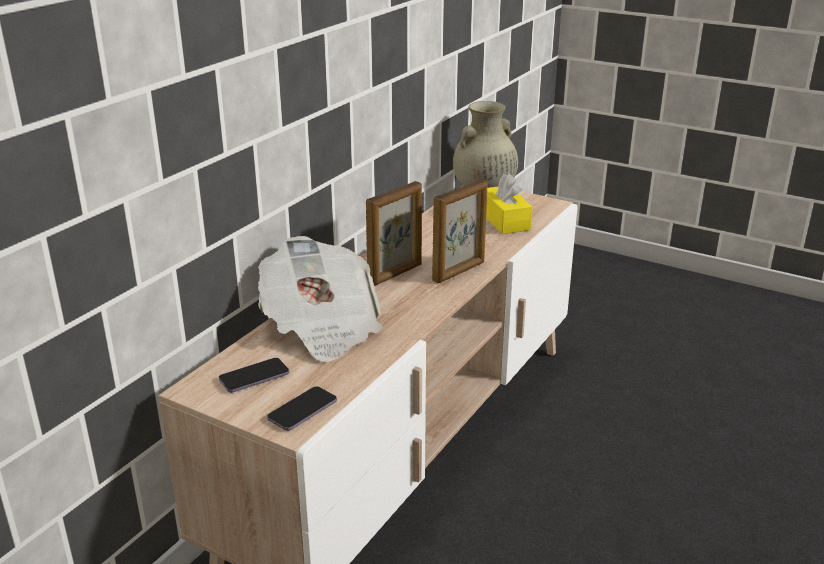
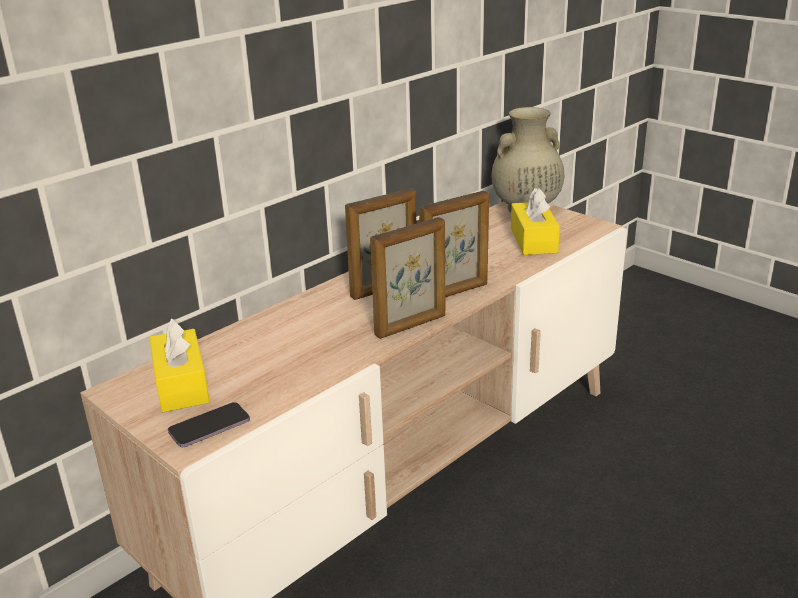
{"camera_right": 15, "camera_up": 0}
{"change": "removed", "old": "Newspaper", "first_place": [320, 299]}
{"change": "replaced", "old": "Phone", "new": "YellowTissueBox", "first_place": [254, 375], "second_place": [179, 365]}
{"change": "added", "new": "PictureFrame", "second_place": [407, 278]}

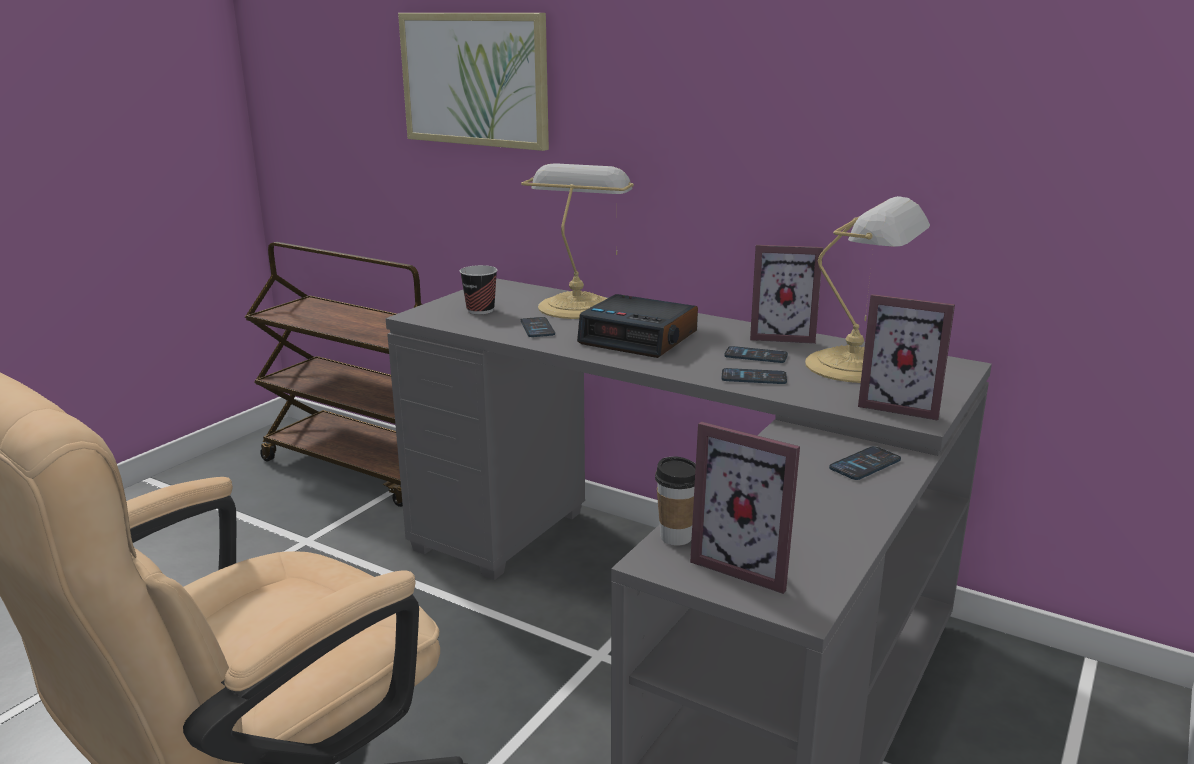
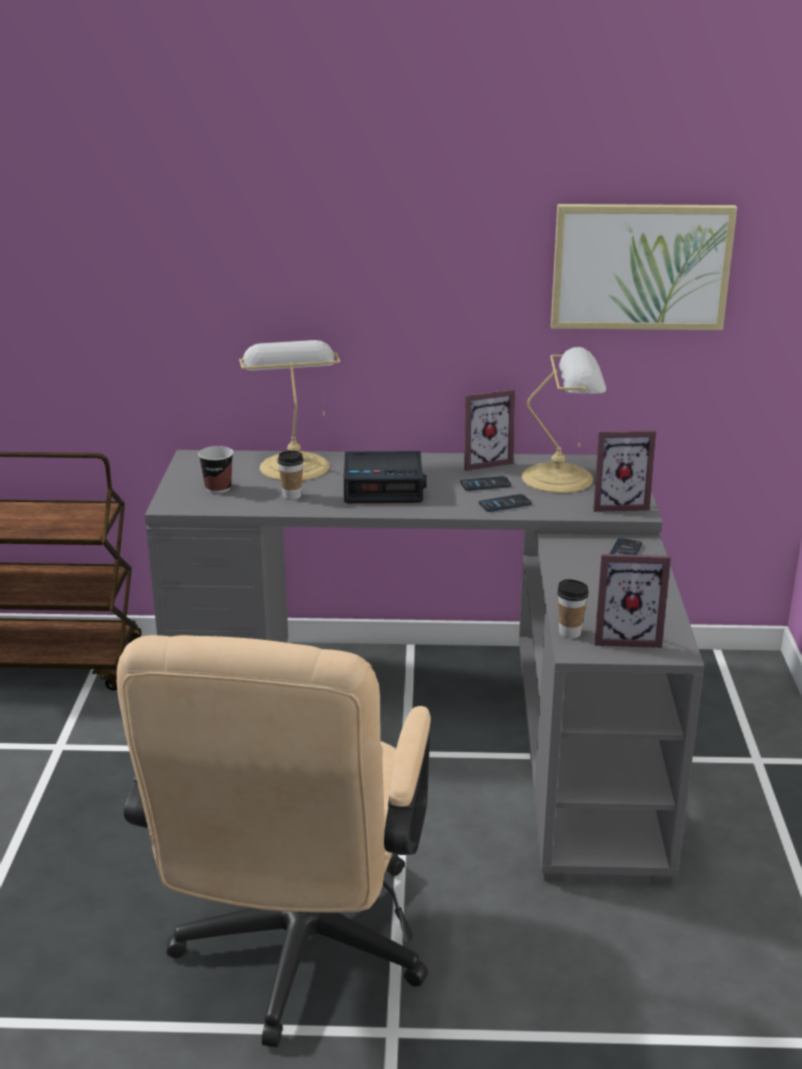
{"camera_right": -30, "camera_up": 5}
{"change": "moved", "old": "Picture", "first_place": [473, 82], "second_place": [644, 267]}
{"change": "replaced", "old": "Phone", "new": "Cup", "first_place": [538, 327], "second_place": [291, 475]}

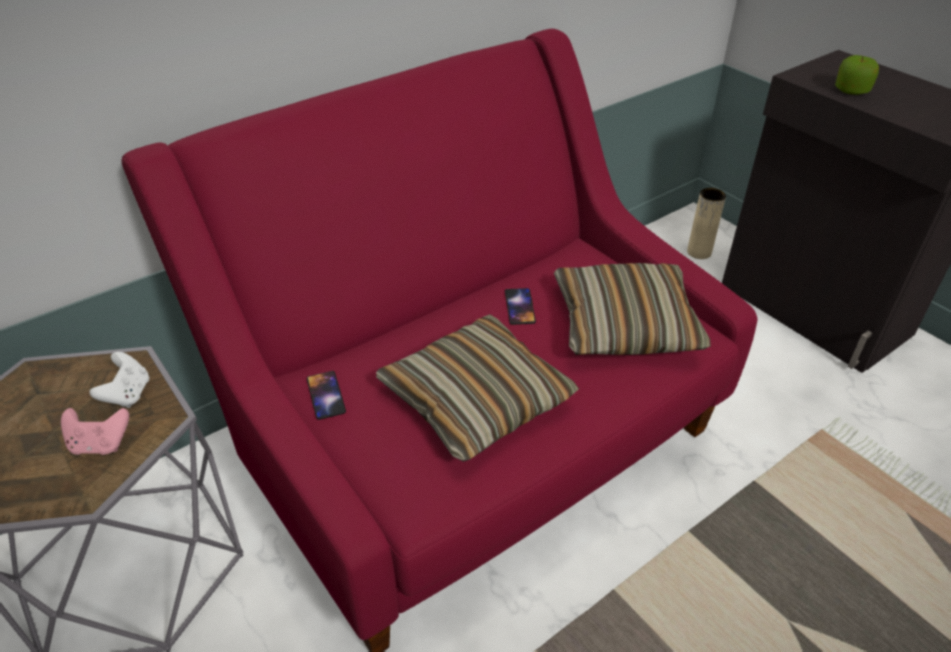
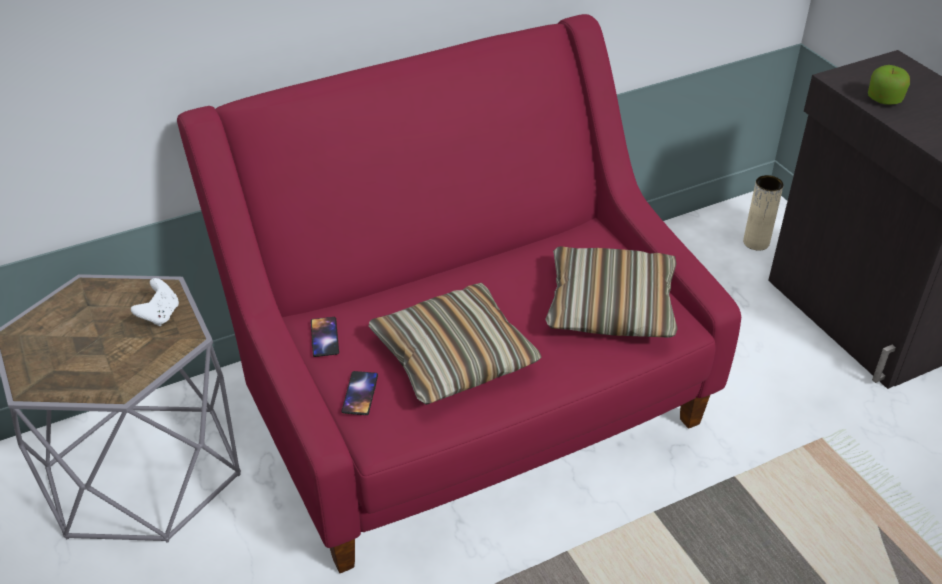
{"camera_right": 10, "camera_up": 0}
{"change": "moved", "old": "Phone", "first_place": [520, 306], "second_place": [359, 393]}
{"change": "removed", "old": "PinkGameController", "first_place": [95, 431]}

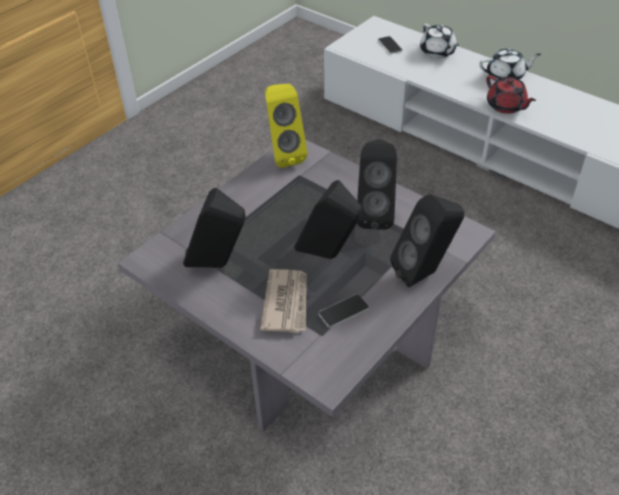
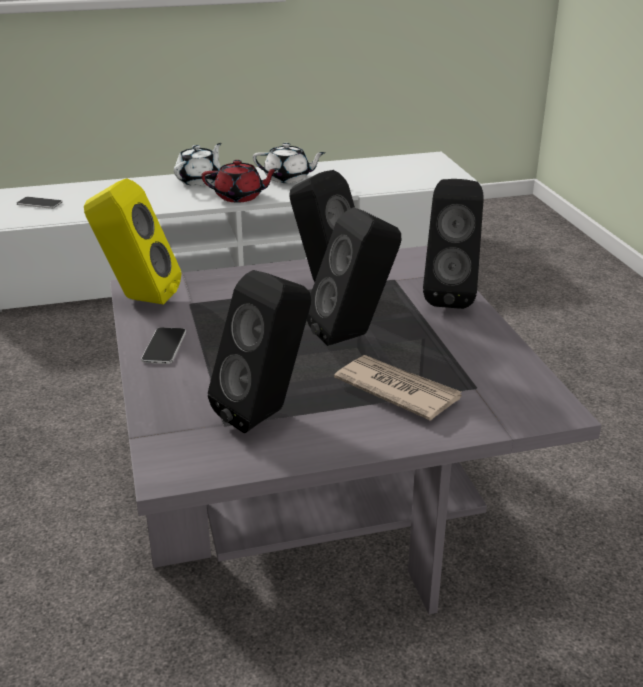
{"camera_right": -55, "camera_up": -15}
{"change": "moved", "old": "WhiteTeapot", "first_place": [439, 41], "second_place": [289, 163]}
{"change": "moved", "old": "Phone", "first_place": [344, 311], "second_place": [163, 345]}

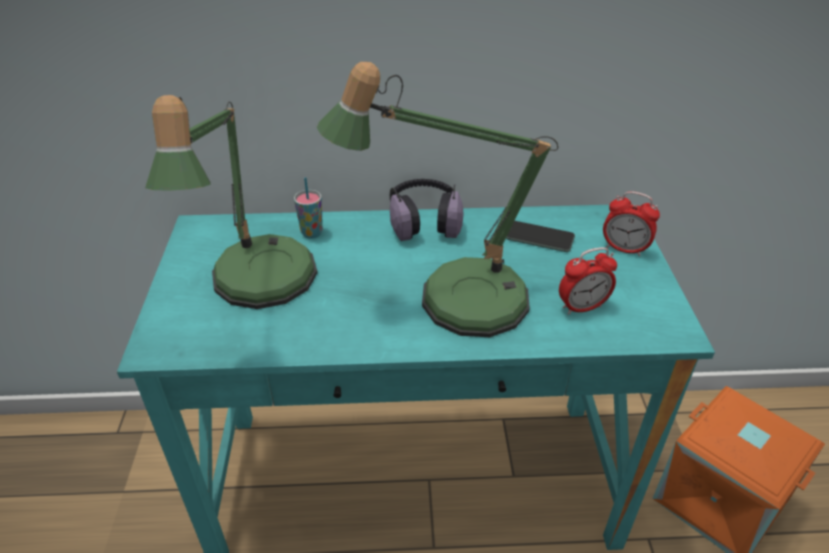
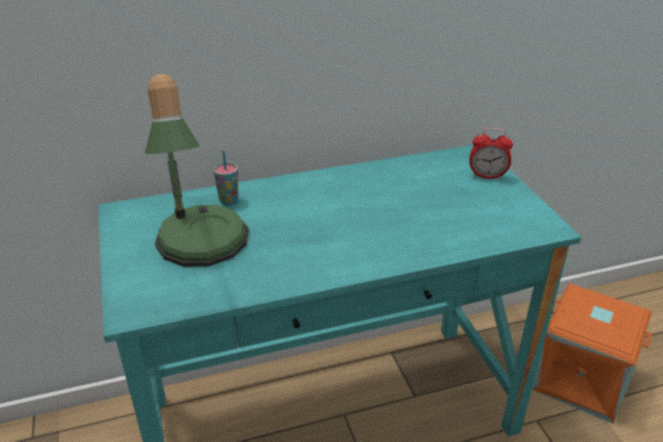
{"camera_right": -15, "camera_up": -5}
{"change": "removed", "old": "TableLamp", "first_place": [437, 199]}
{"change": "removed", "old": "Headphones", "first_place": [426, 210]}
{"change": "removed", "old": "Phone", "first_place": [540, 236]}
{"change": "removed", "old": "AlarmClock", "first_place": [588, 281]}

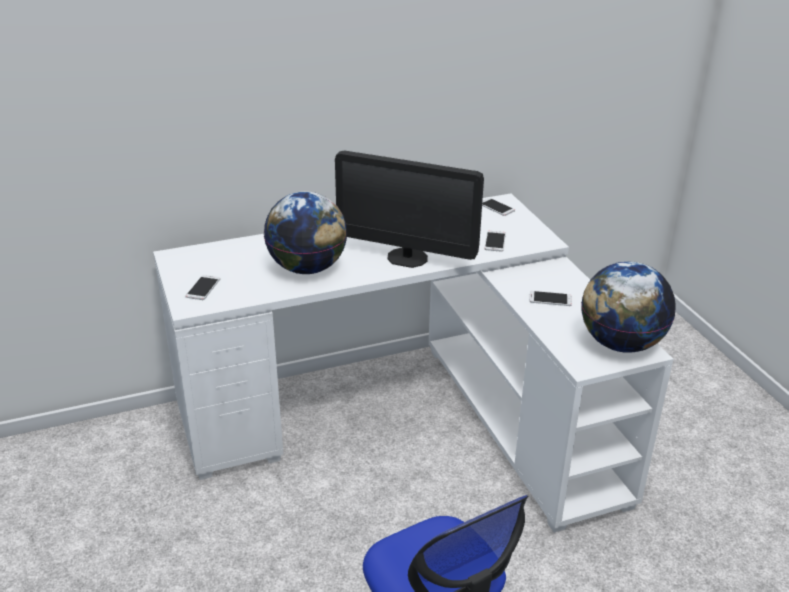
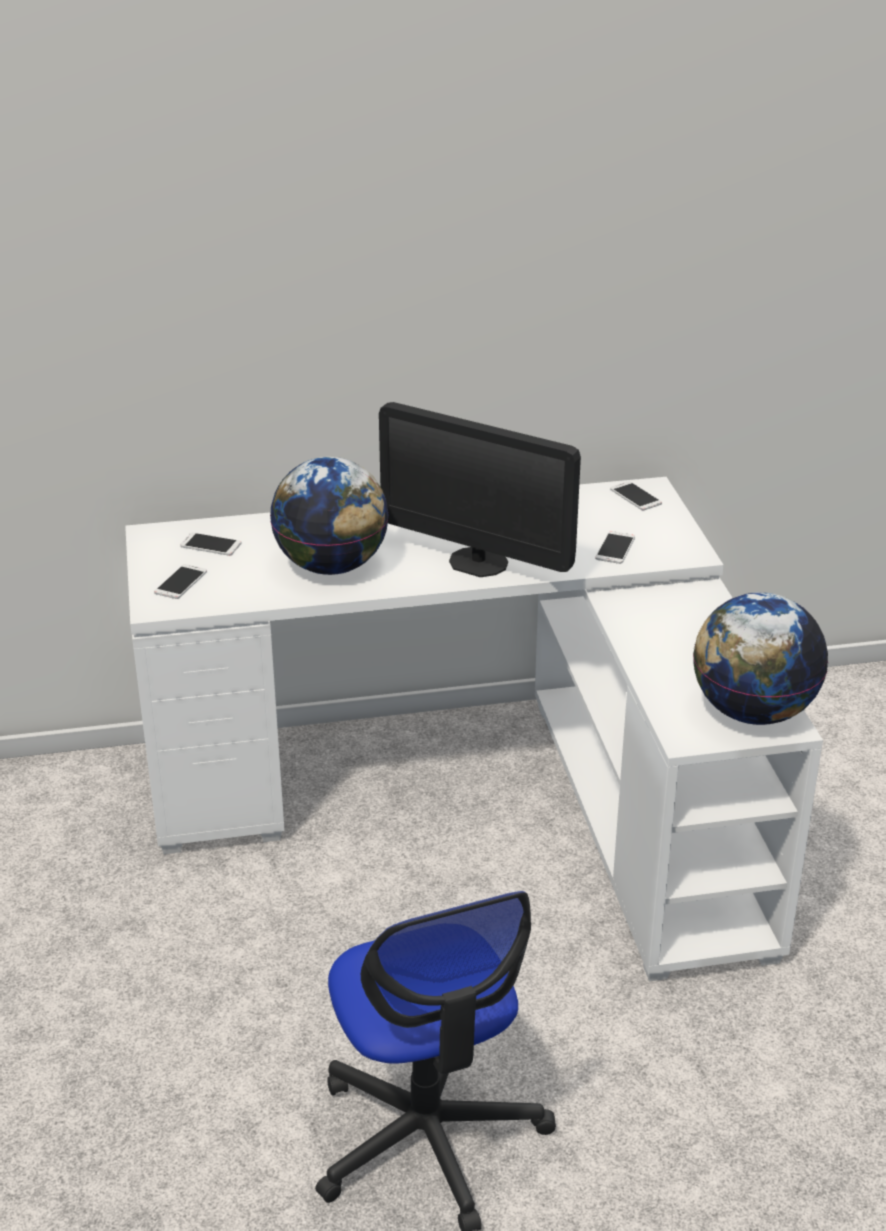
{"camera_right": 10, "camera_up": 0}
{"change": "moved", "old": "Phone", "first_place": [551, 298], "second_place": [210, 544]}

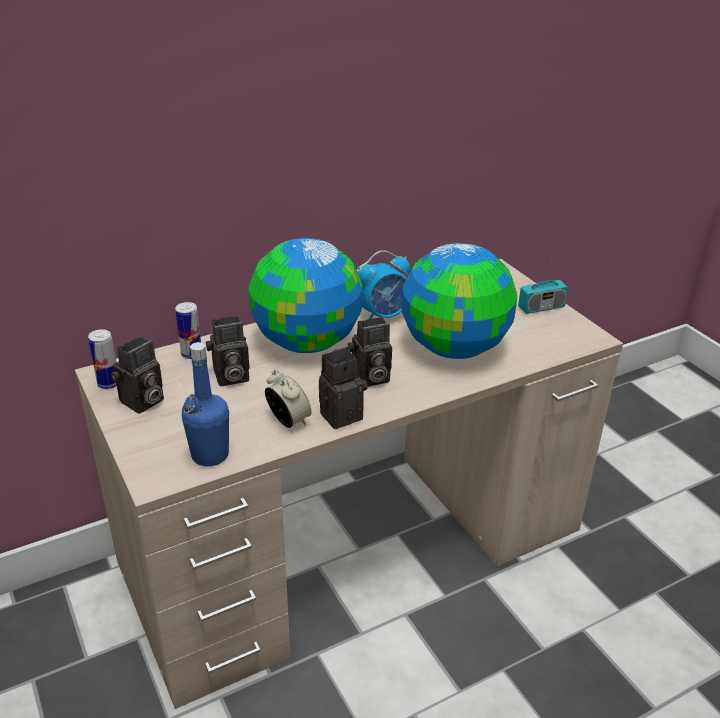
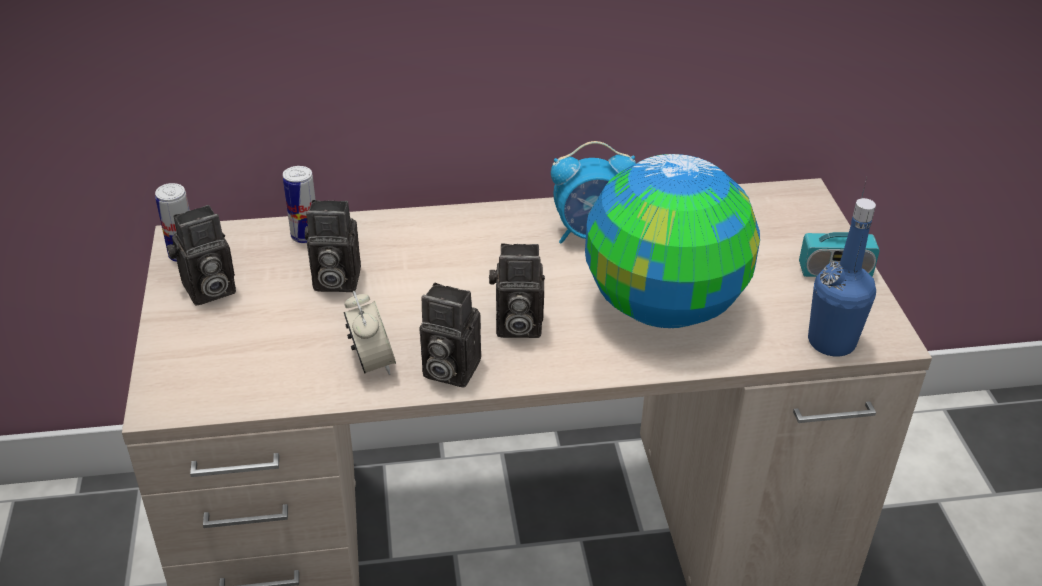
{"camera_right": 20, "camera_up": 5}
{"change": "removed", "old": "Globe", "first_place": [305, 295]}
{"change": "moved", "old": "BlueBottle", "first_place": [205, 404], "second_place": [842, 277]}
{"change": "turned", "old": "PhotoCamera", "first_place": [343, 387], "second_place": [450, 335], "degrees": -150}

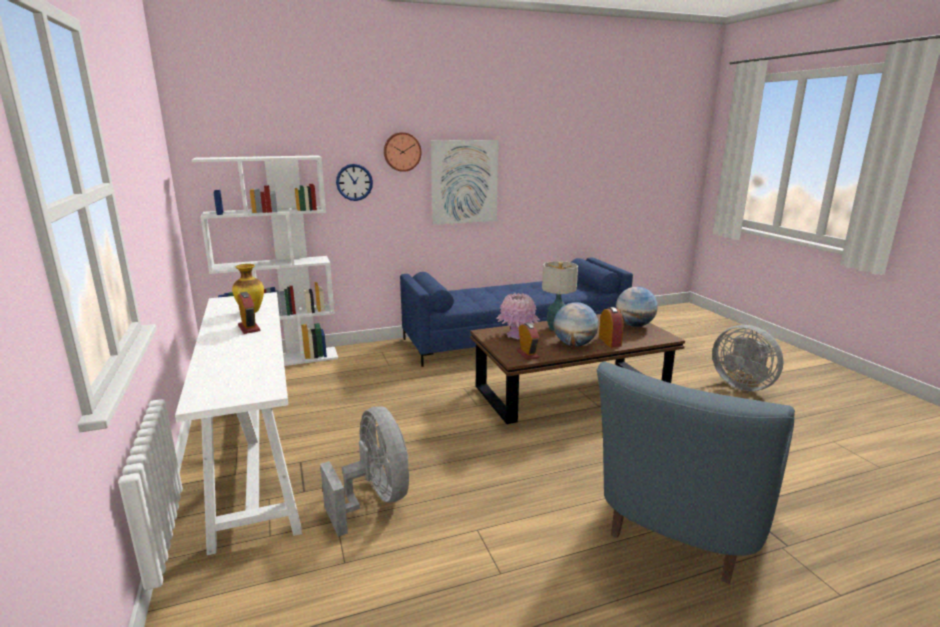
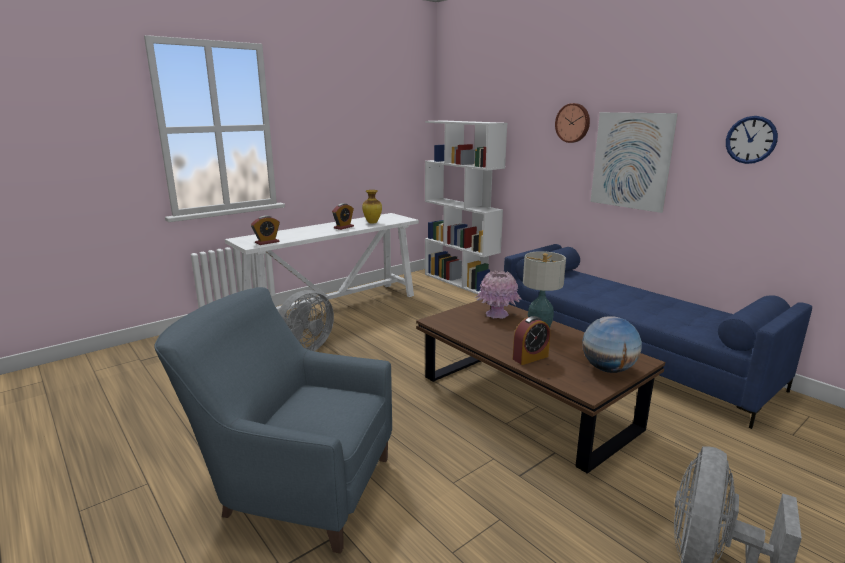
{"camera_right": 70, "camera_up": 0}
{"change": "moved", "old": "WallClock", "first_place": [354, 182], "second_place": [752, 140]}
{"change": "removed", "old": "Globe", "first_place": [576, 324]}
{"change": "moved", "old": "AlarmClock", "first_place": [528, 341], "second_place": [265, 230]}

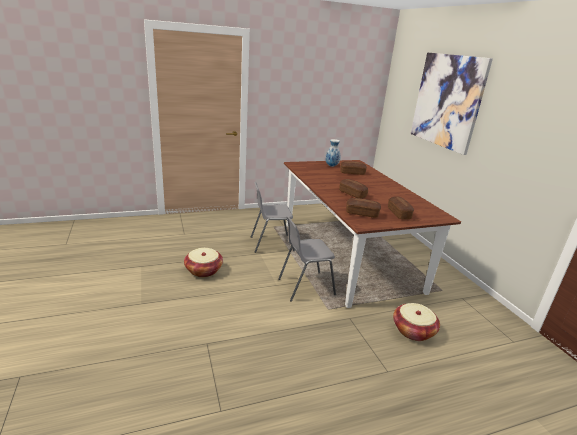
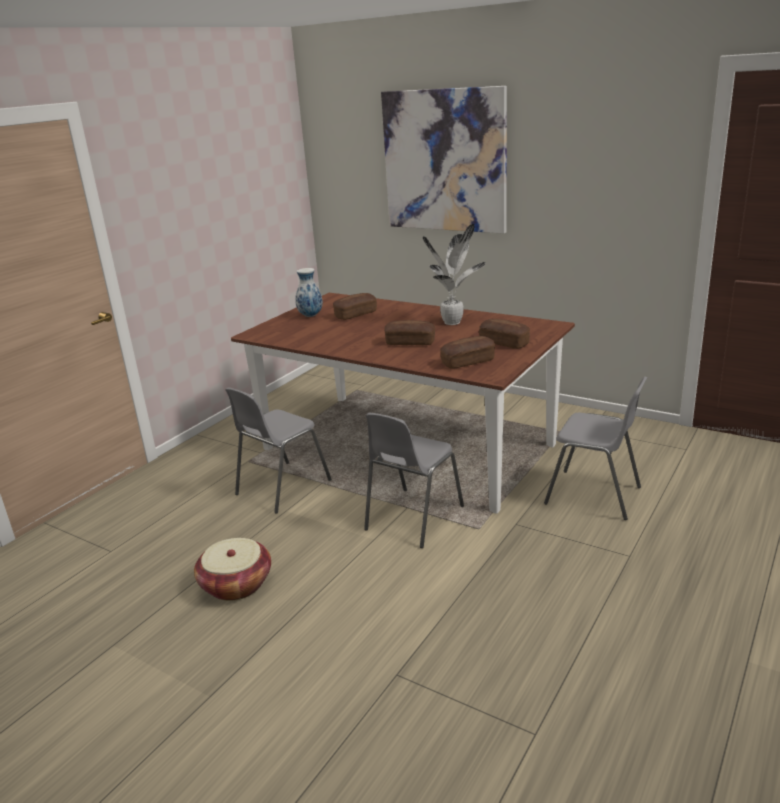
{"camera_right": -35, "camera_up": 0}
{"change": "replaced", "old": "Basket", "new": "GreyChair", "first_place": [416, 322], "second_place": [595, 448]}
{"change": "added", "new": "PottedPlant", "second_place": [454, 274]}

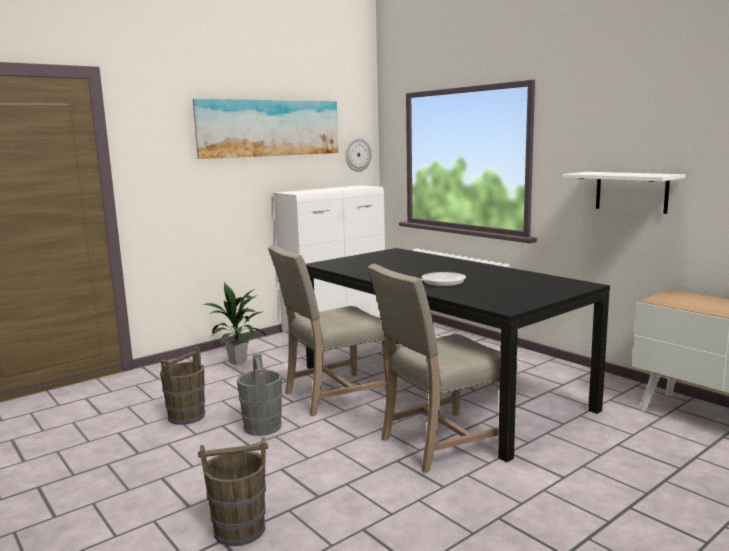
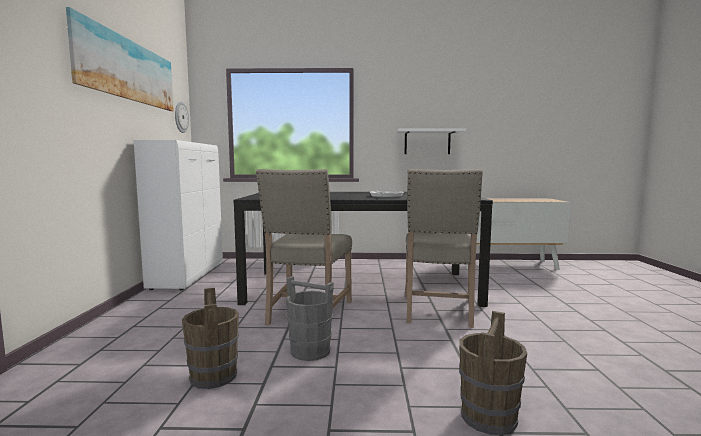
{"camera_right": -50, "camera_up": -5}
{"change": "removed", "old": "PottedPlant", "first_place": [233, 323]}

